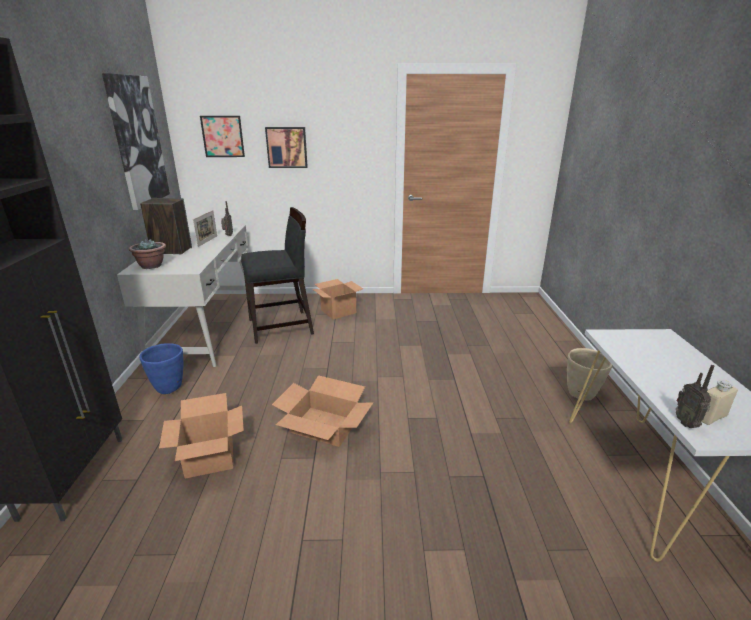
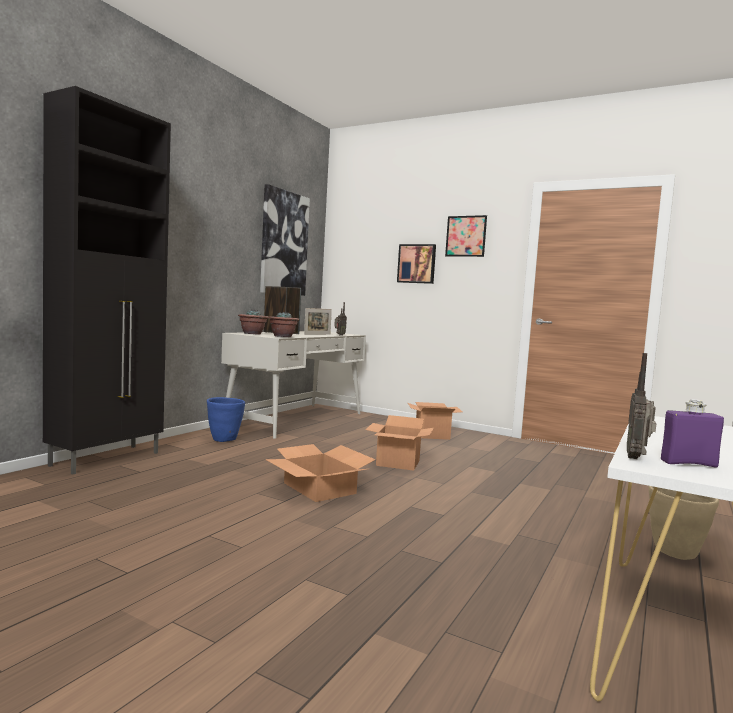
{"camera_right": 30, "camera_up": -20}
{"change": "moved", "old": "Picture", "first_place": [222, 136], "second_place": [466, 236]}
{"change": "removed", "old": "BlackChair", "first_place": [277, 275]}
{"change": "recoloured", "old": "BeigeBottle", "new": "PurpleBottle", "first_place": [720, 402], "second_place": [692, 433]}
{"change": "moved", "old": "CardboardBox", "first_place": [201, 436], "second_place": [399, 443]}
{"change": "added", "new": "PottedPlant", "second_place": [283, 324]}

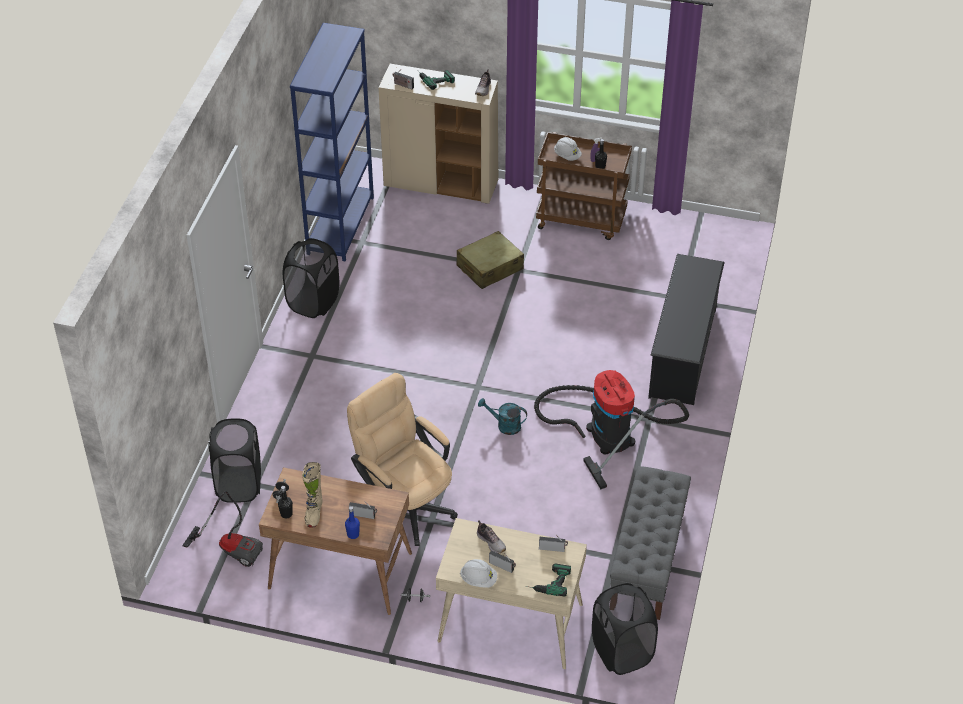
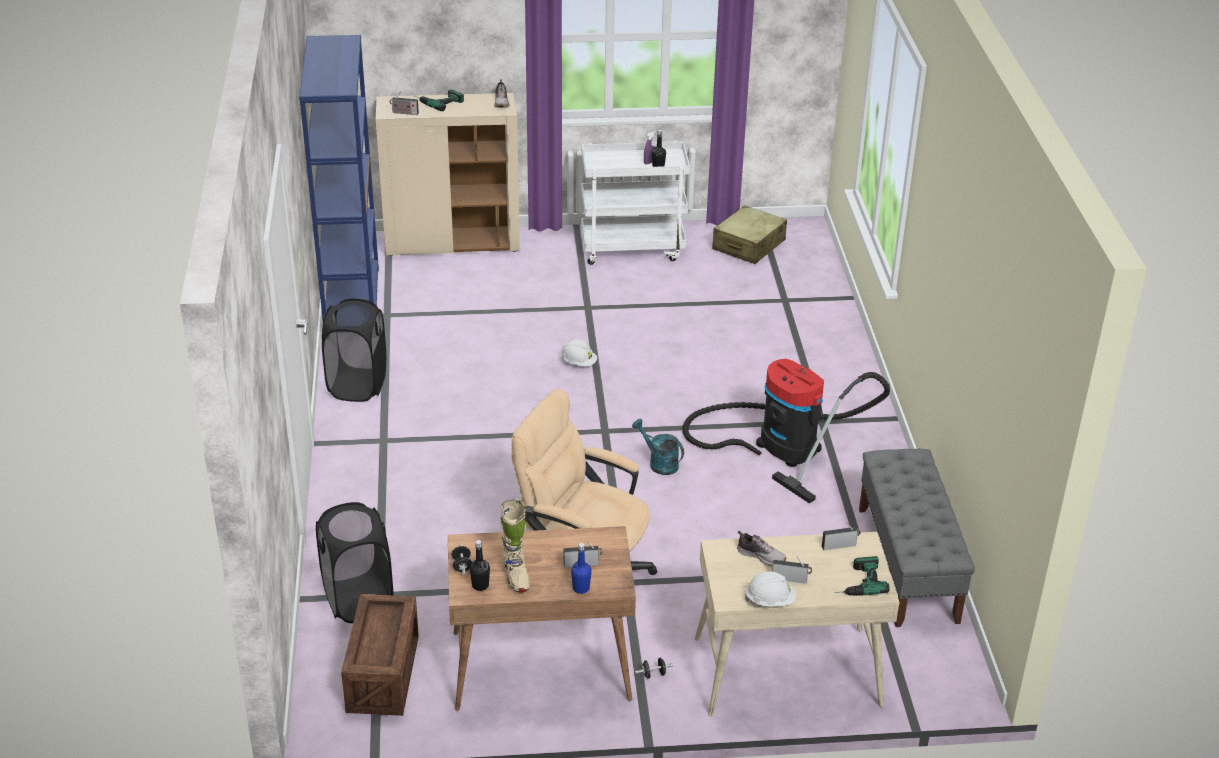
{"camera_right": -20, "camera_up": -10}
{"change": "recoloured", "old": "BrownCart", "new": "WhiteCart", "first_place": [584, 186], "second_place": [635, 203]}
{"change": "moved", "old": "WhiteHardHat", "first_place": [568, 149], "second_place": [578, 353]}
{"change": "moved", "old": "BeigeSuitcase", "first_place": [490, 260], "second_place": [749, 234]}
{"change": "removed", "old": "BlackShoeRack", "first_place": [686, 329]}
{"change": "turned", "old": "TurquoiseWateringCan", "first_place": [502, 416], "second_place": [658, 447], "degrees": 45}
{"change": "replaced", "old": "VacuumCleaner", "new": "Crate", "first_place": [223, 529], "second_place": [380, 655]}
{"change": "removed", "old": "BlackLaundryBasket", "first_place": [625, 629]}

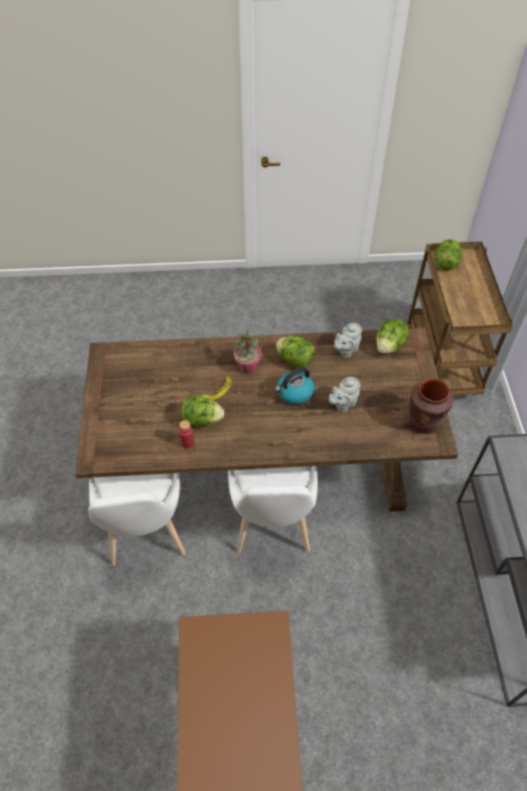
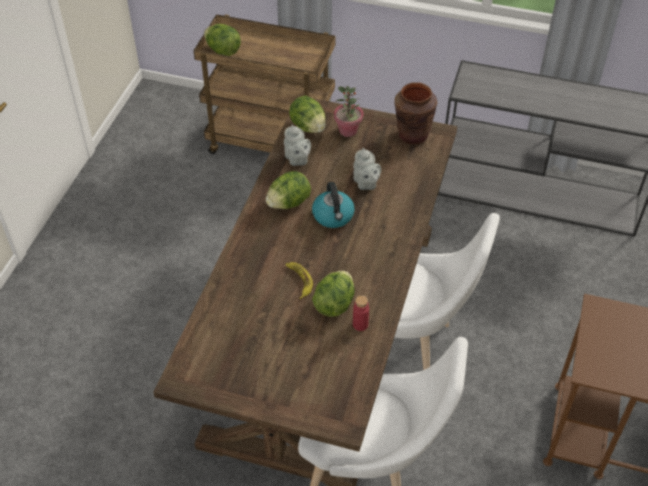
{"camera_right": -70, "camera_up": -5}
{"change": "moved", "old": "PottedPlant", "first_place": [247, 349], "second_place": [348, 111]}

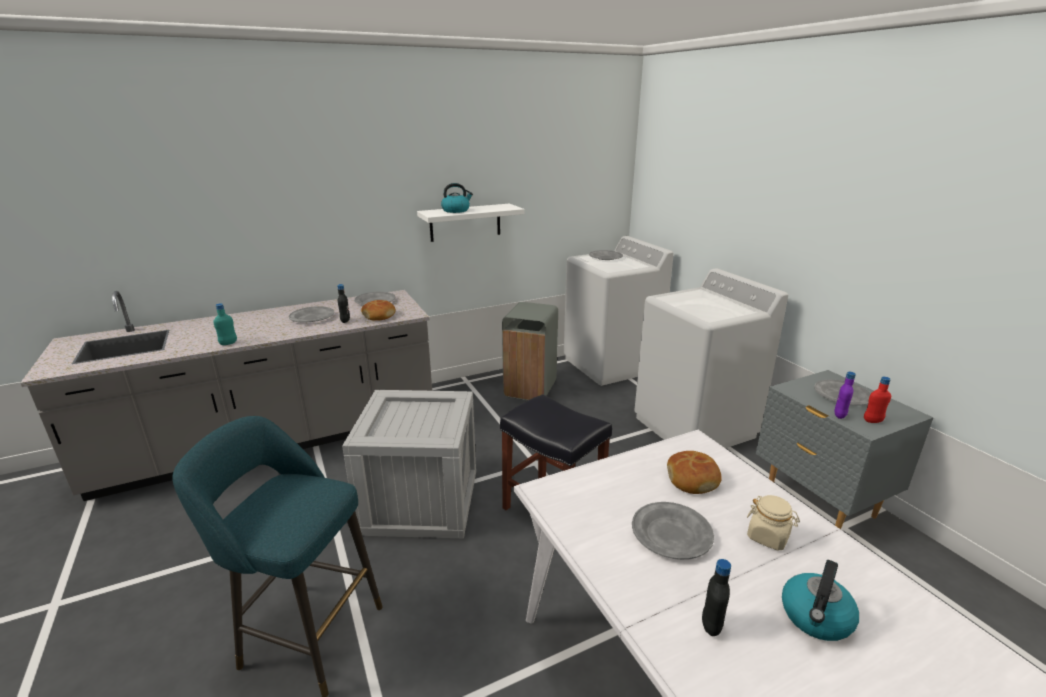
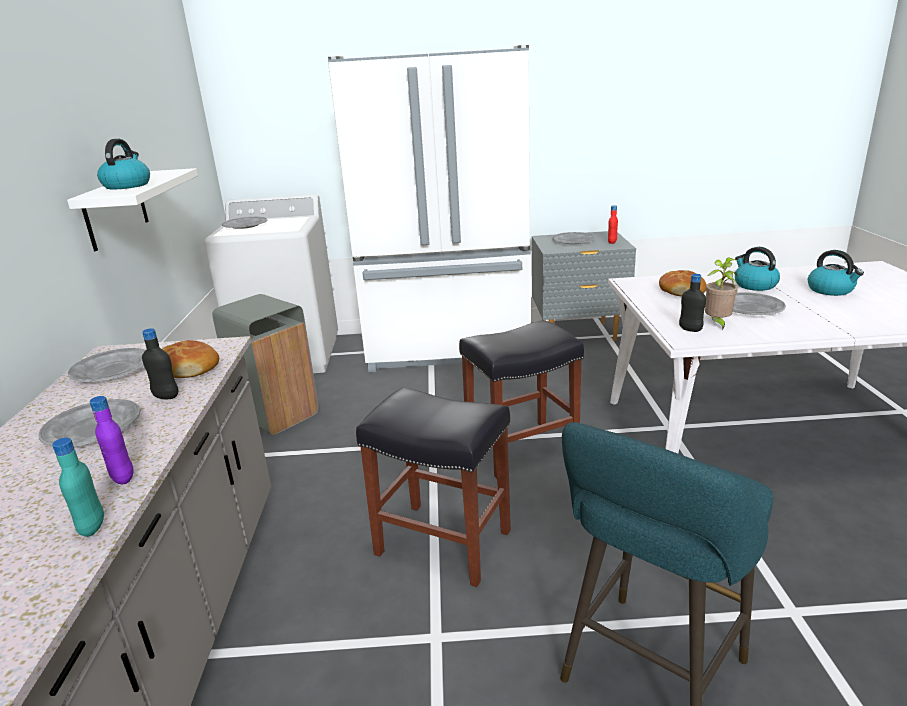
{"camera_right": -65, "camera_up": 0}
{"change": "replaced", "old": "WhiteWashingMachine", "new": "WhiteFridge", "first_place": [711, 358], "second_place": [429, 208]}
{"change": "moved", "old": "PurpleBottle", "first_place": [845, 395], "second_place": [112, 440]}
{"change": "replaced", "old": "Crate", "new": "BlackStool", "first_place": [409, 464], "second_place": [433, 487]}
{"change": "replaced", "old": "BeigeJar", "new": "Kettle", "first_place": [773, 523], "second_place": [757, 269]}
{"change": "moved", "old": "BlackBottle", "first_place": [716, 597], "second_place": [692, 303]}
{"change": "added", "new": "PottedPlant", "second_place": [722, 293]}

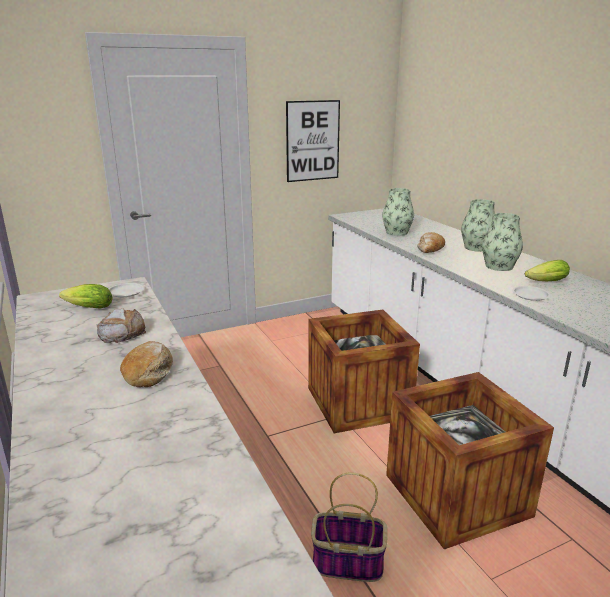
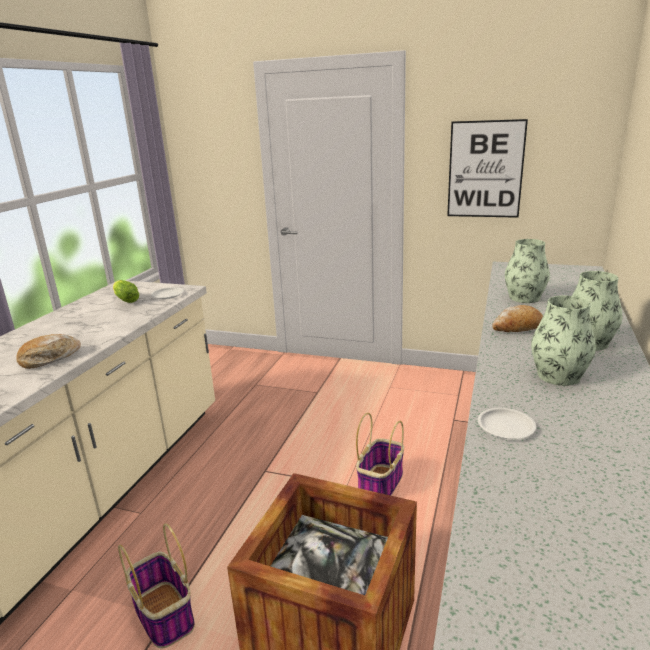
{"camera_right": 45, "camera_up": 0}
{"change": "removed", "old": "Lettuce", "first_place": [547, 270]}
{"change": "removed", "old": "Bread", "first_place": [121, 326]}
{"change": "replaced", "old": "Crate", "new": "Basket", "first_place": [364, 371], "second_place": [380, 454]}

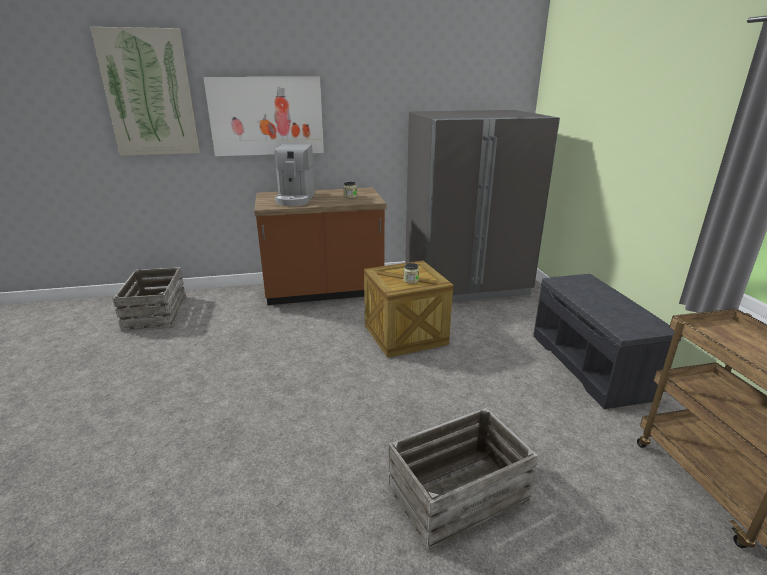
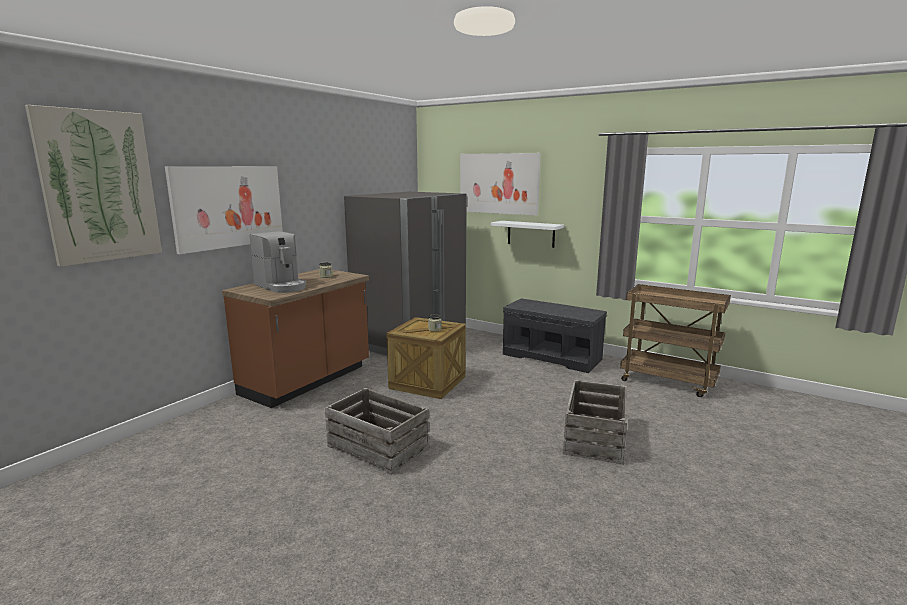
{"camera_right": -45, "camera_up": -10}
{"change": "moved", "old": "Crate", "first_place": [150, 299], "second_place": [377, 431]}
{"change": "added", "new": "Picture", "second_place": [500, 184]}
{"change": "added", "new": "WhiteShelf", "second_place": [527, 234]}

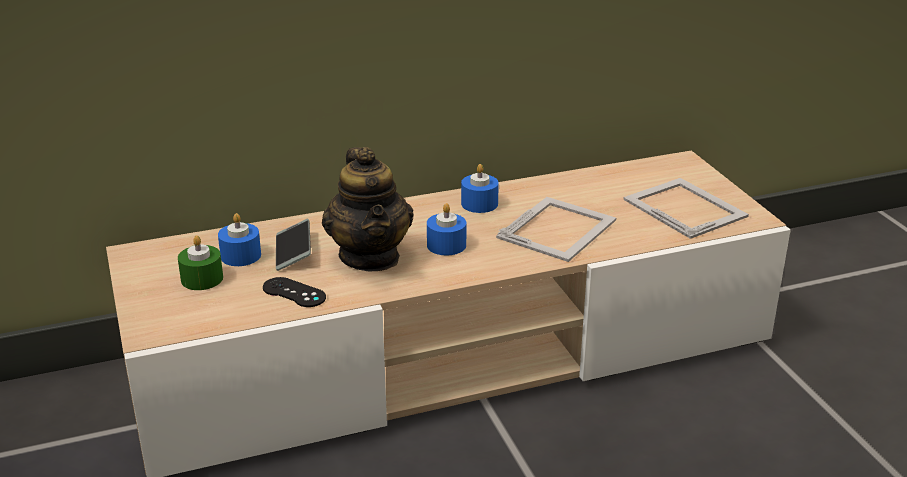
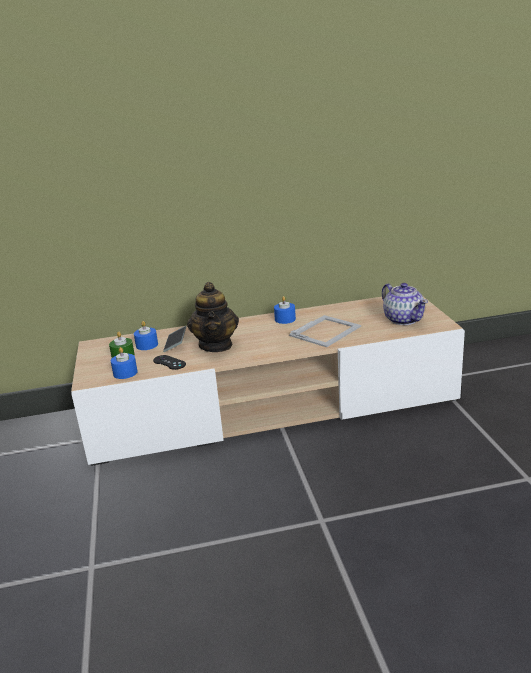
{"camera_right": 10, "camera_up": -5}
{"change": "replaced", "old": "PictureFrame", "new": "Teapot", "first_place": [686, 208], "second_place": [405, 304]}
{"change": "moved", "old": "BlueCandle", "first_place": [446, 229], "second_place": [124, 363]}

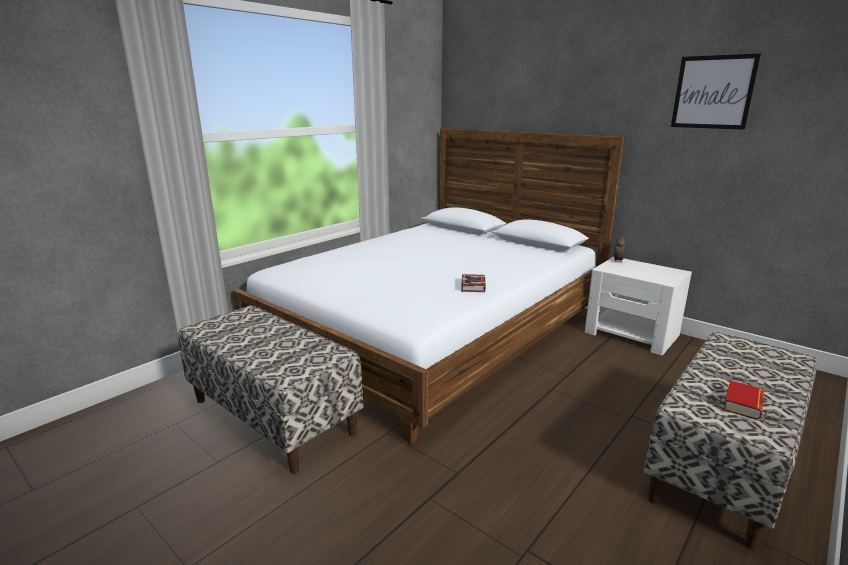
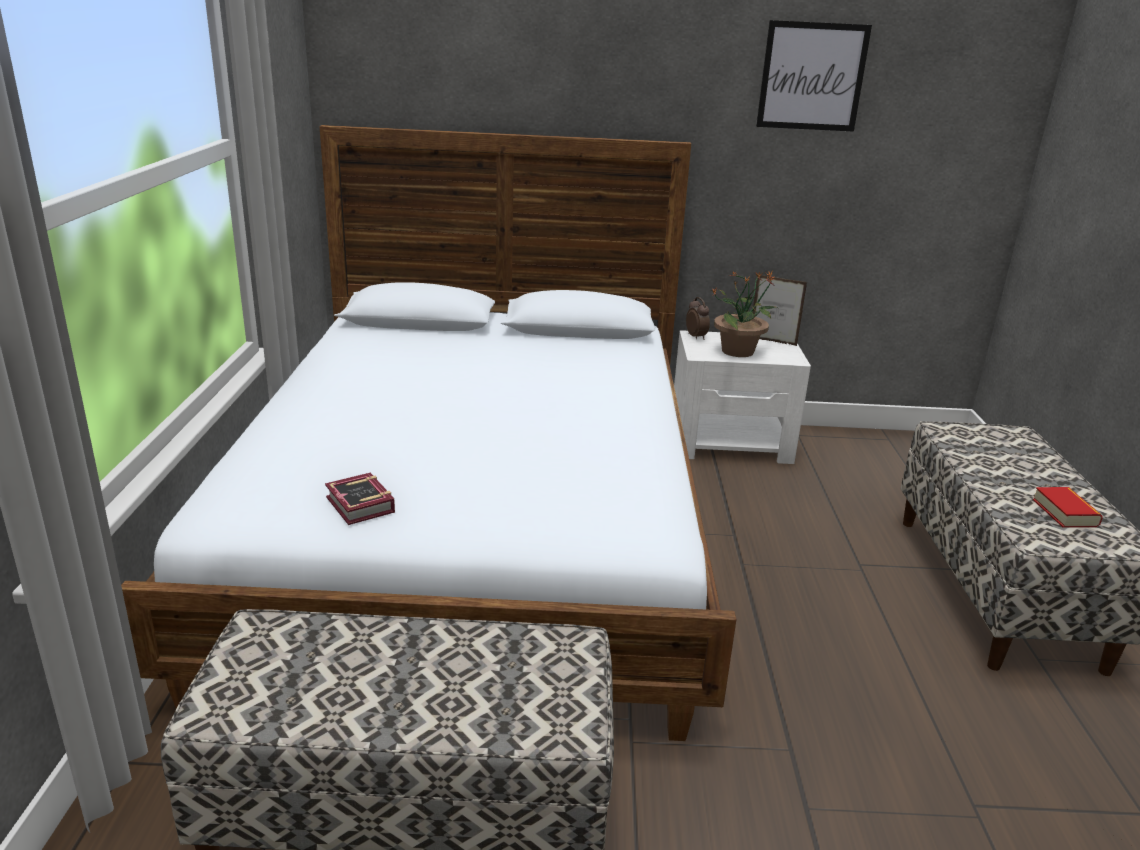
{"camera_right": -40, "camera_up": 5}
{"change": "moved", "old": "Book", "first_place": [473, 283], "second_place": [360, 499]}
{"change": "added", "new": "PottedPlant", "second_place": [745, 314]}
{"change": "added", "new": "PictureFrame", "second_place": [779, 310]}

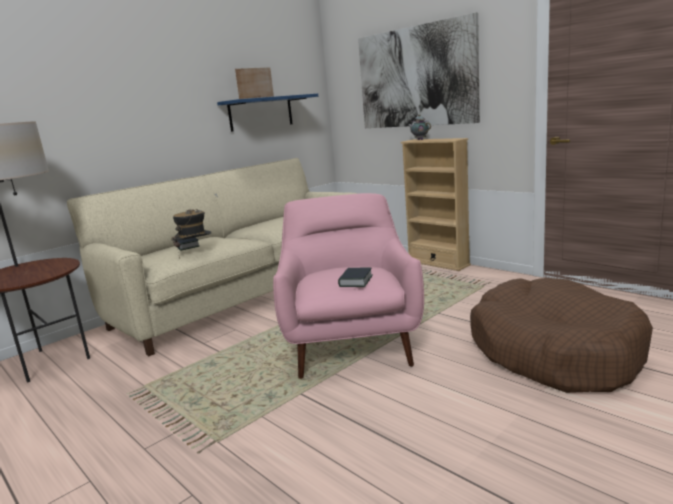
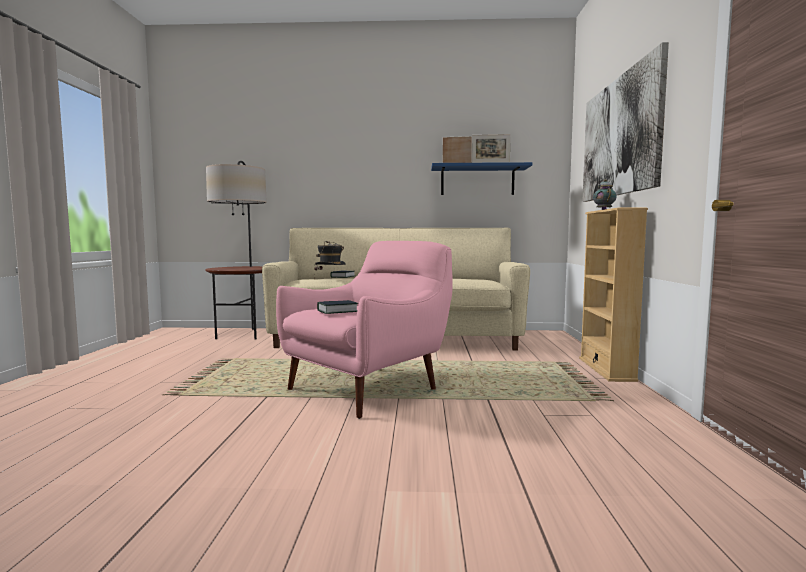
{"camera_right": 45, "camera_up": -10}
{"change": "removed", "old": "BrownDogBed", "first_place": [561, 335]}
{"change": "added", "new": "PictureFrame", "second_place": [491, 148]}

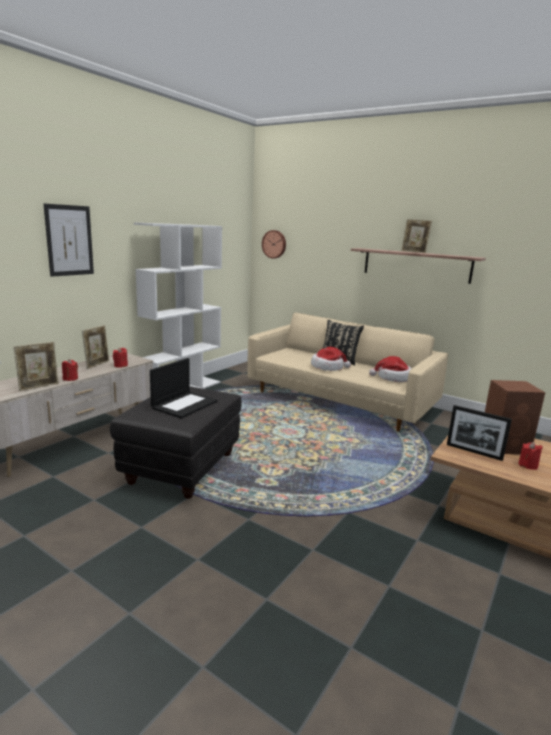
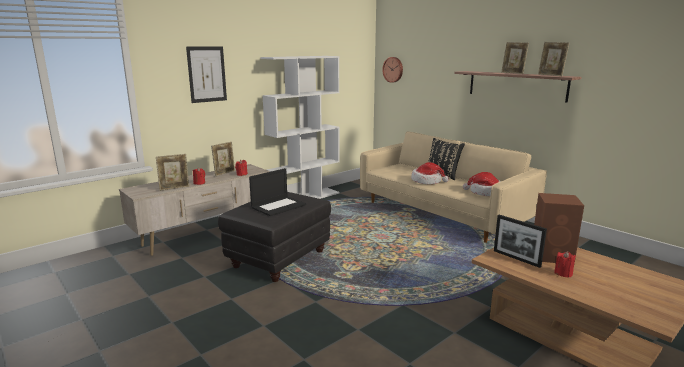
{"camera_right": 15, "camera_up": 0}
{"change": "added", "new": "PictureFrame", "second_place": [553, 59]}

